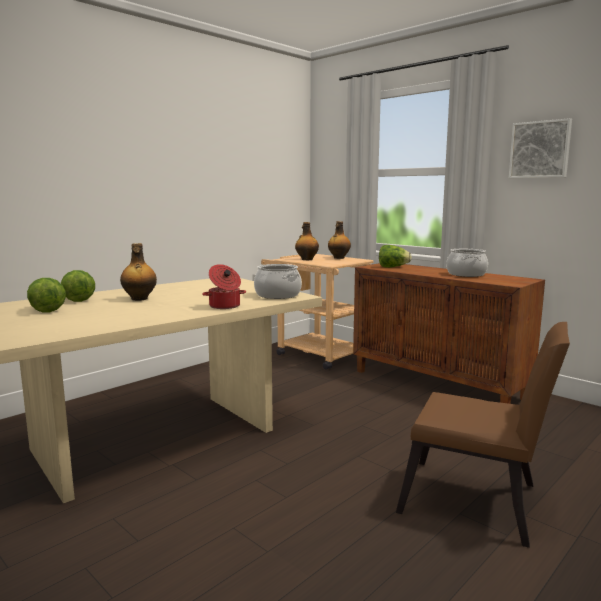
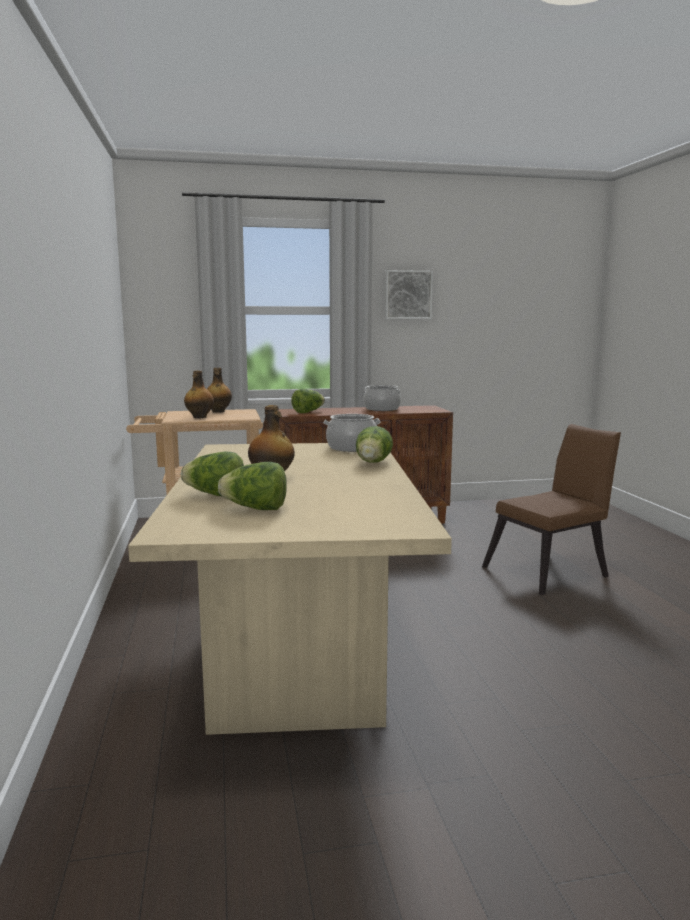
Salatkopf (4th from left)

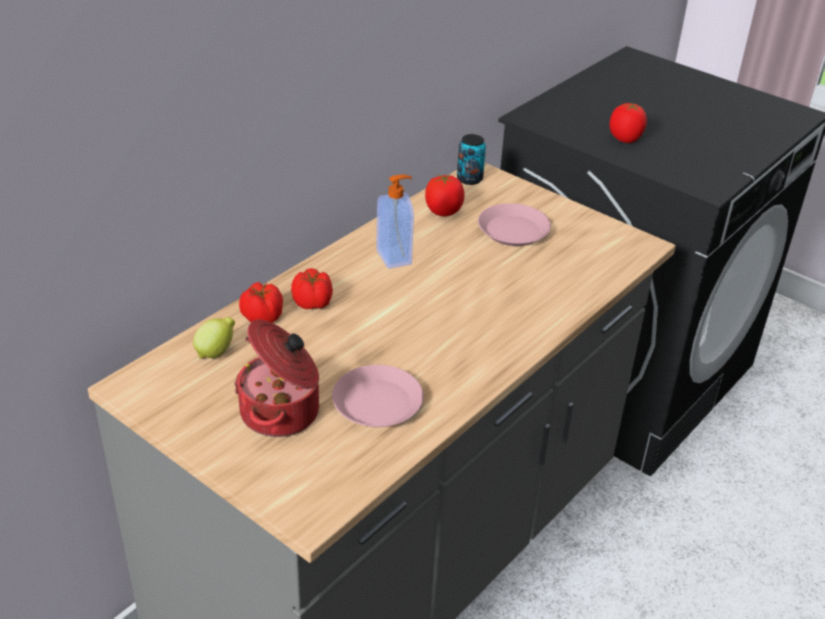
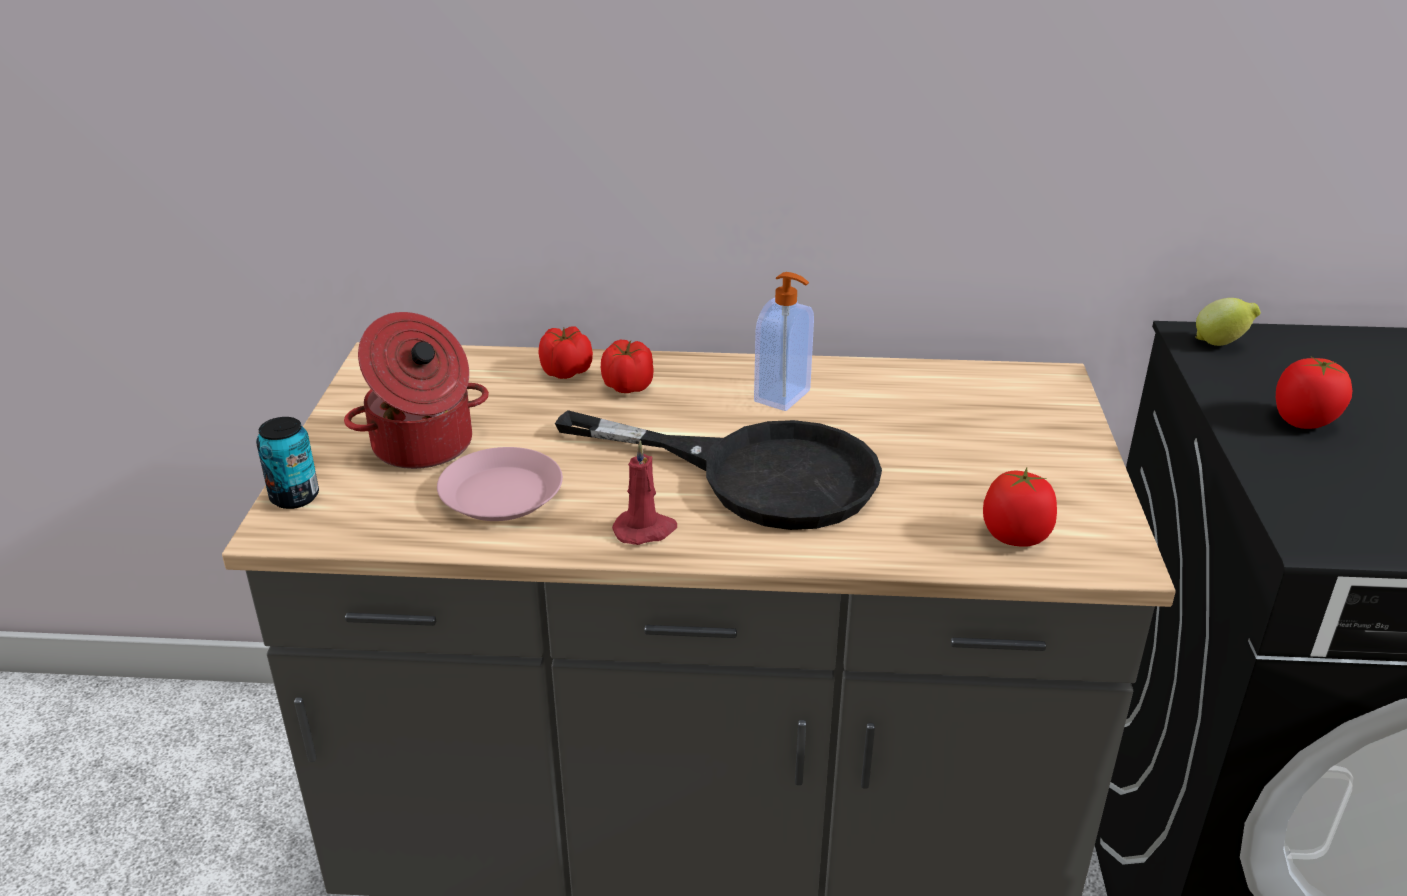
Teller (rosa) (2nd from left in the first image)
Pfanne (schwarz)
Kerze (rot)
Zitrone
Tomate (3rd from left)
Dose

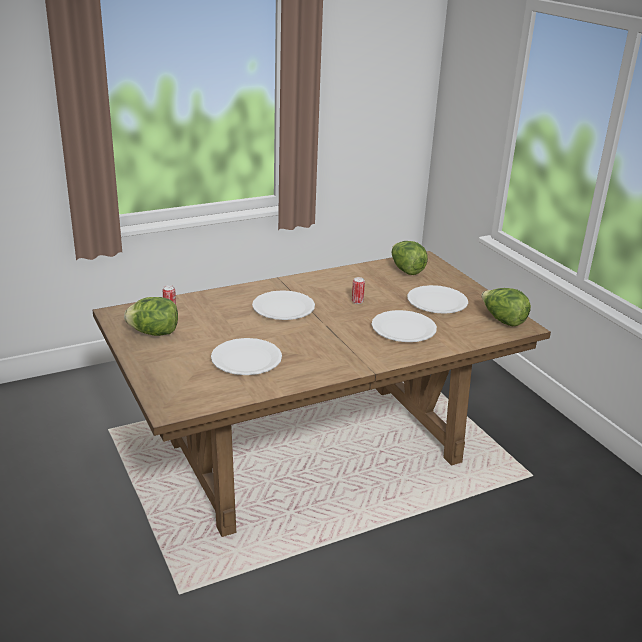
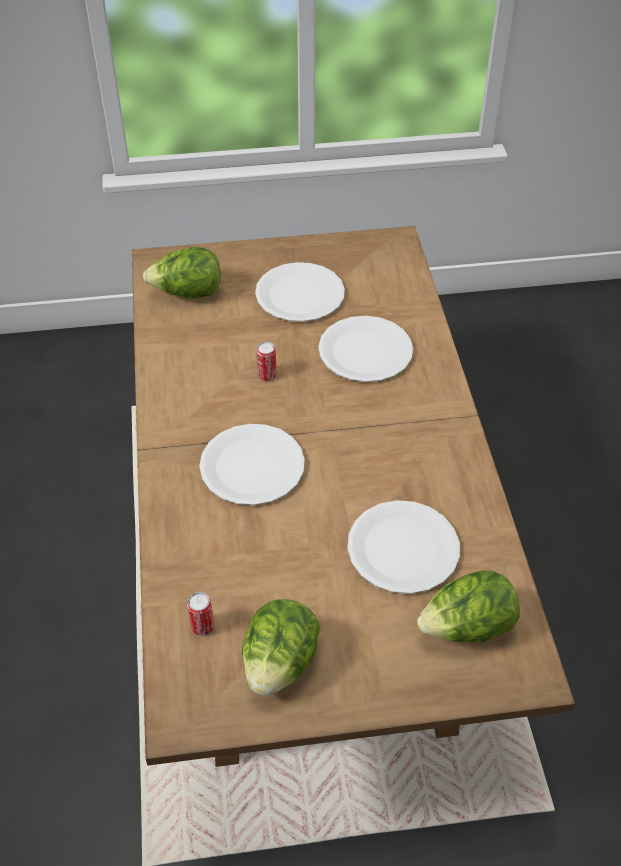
Salatkopf (3rd from left)

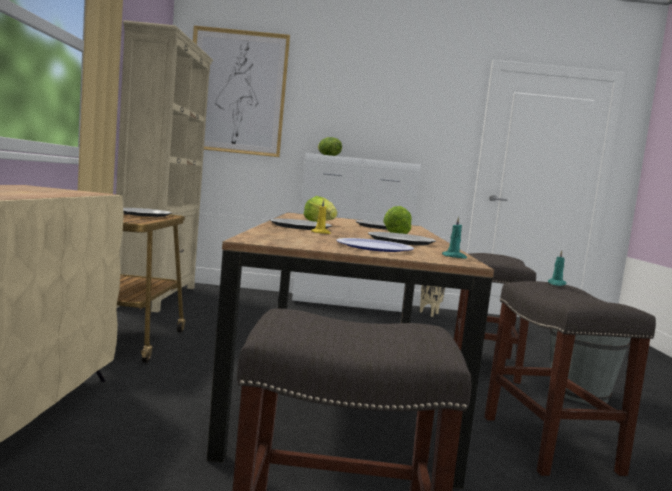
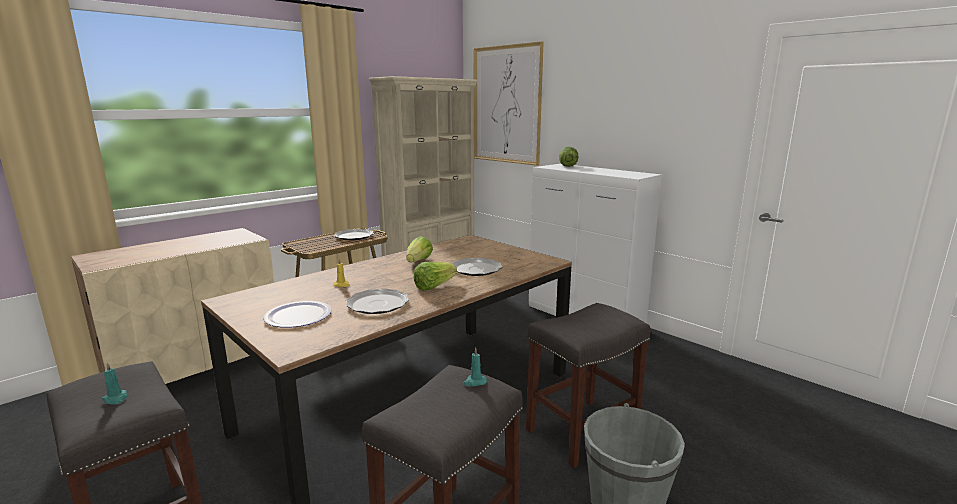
Teller (2nd from left in the first image)
Pflanzkübel (beige)
Kerze (türkis) (1st from left)

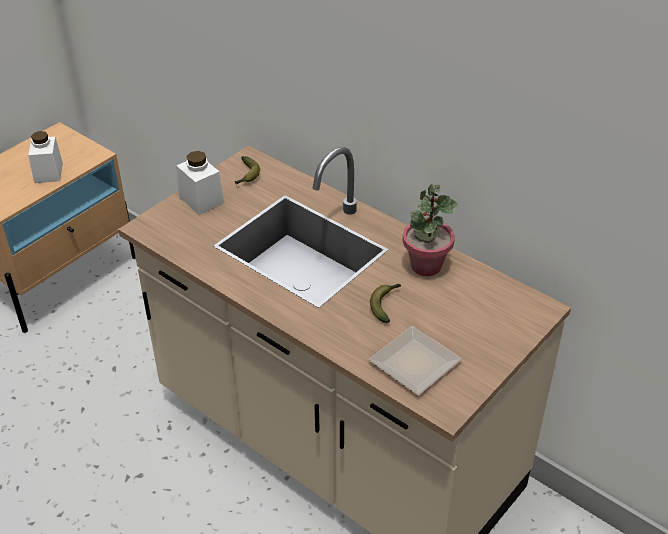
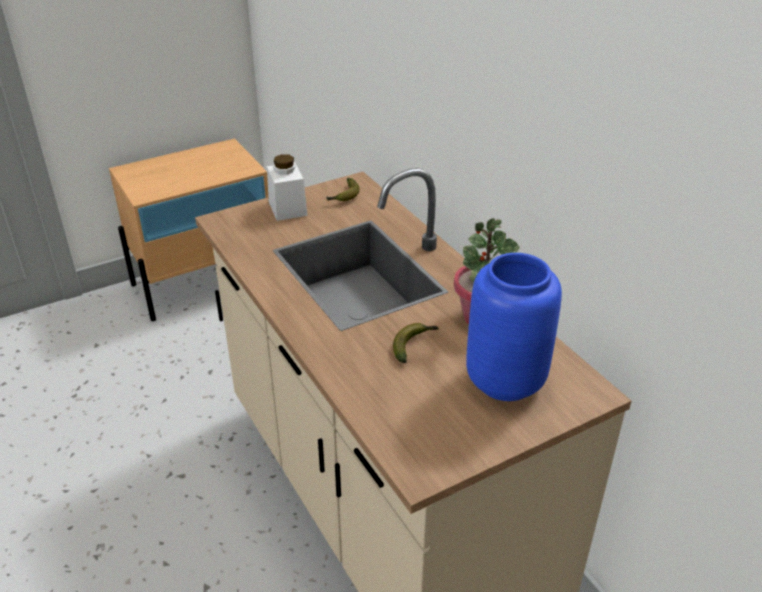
Vorratsglas (weiß) (1st from left in the first image)
Teller
Vase (blau)

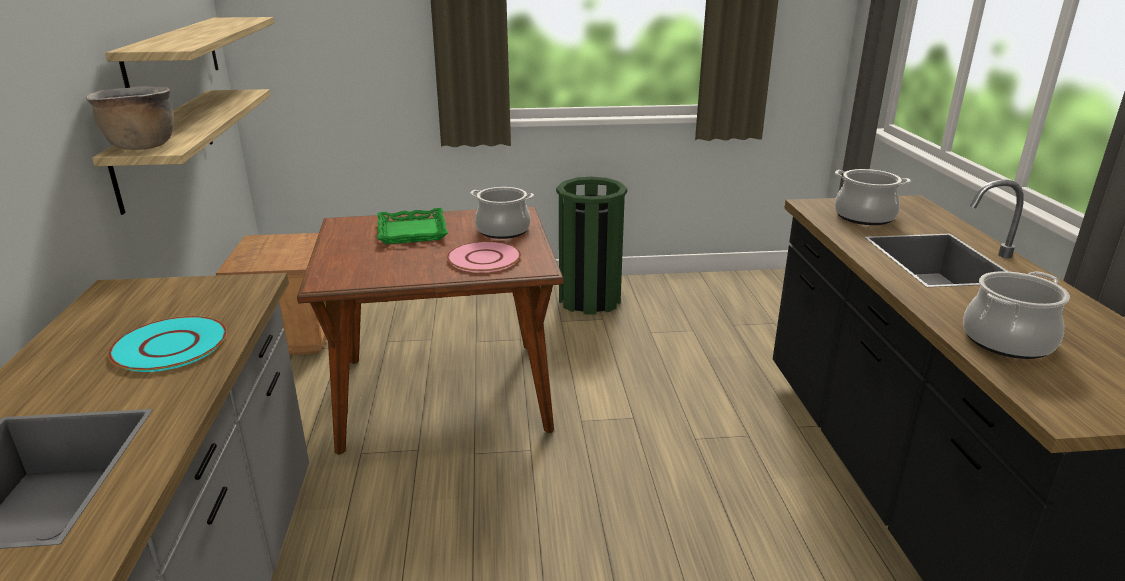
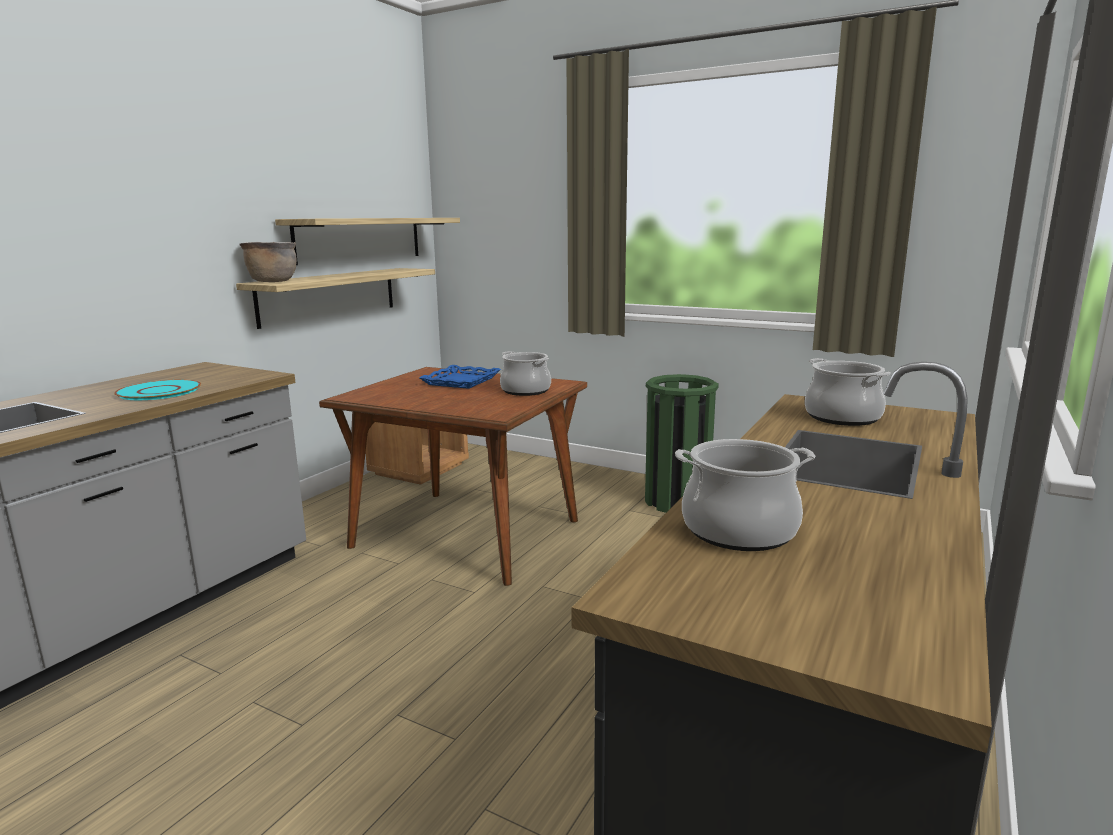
Teller (rosa)
Tablett (blau)

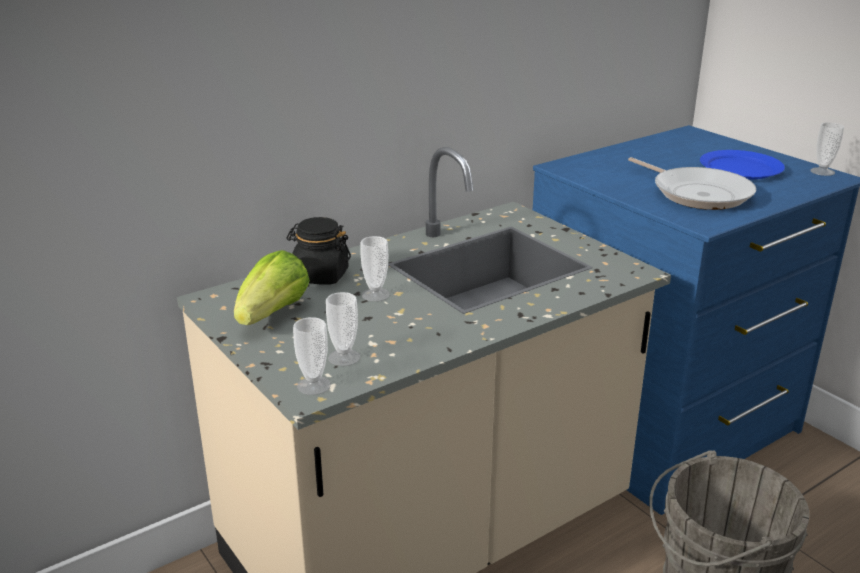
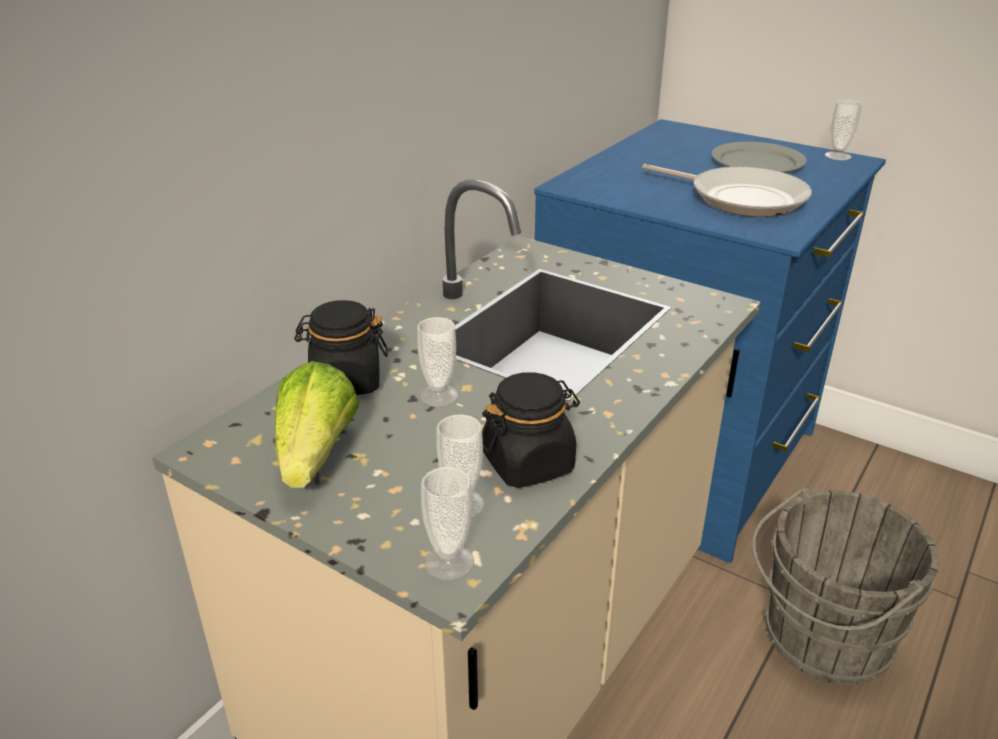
Vorratsglas (schwarz) (2nd from left)
Teller (grau)

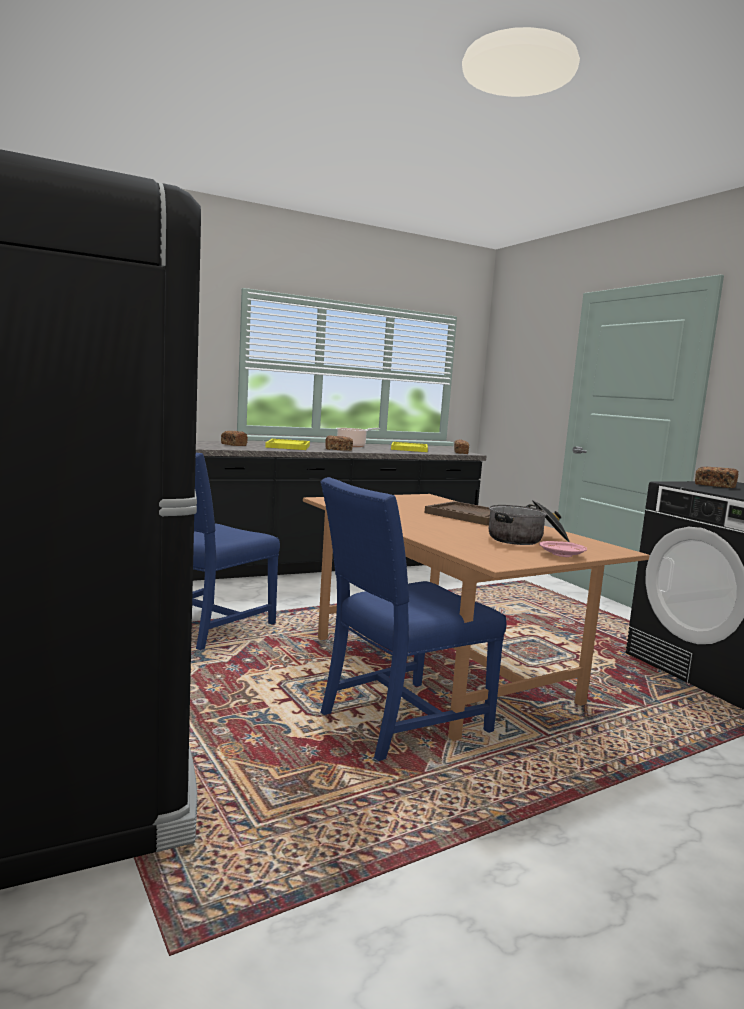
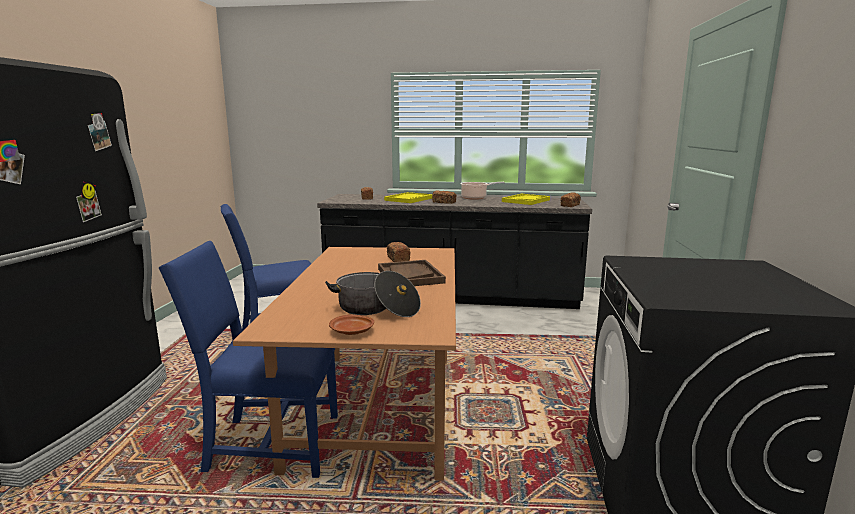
Brot (2nd from left)
Teller (braun)

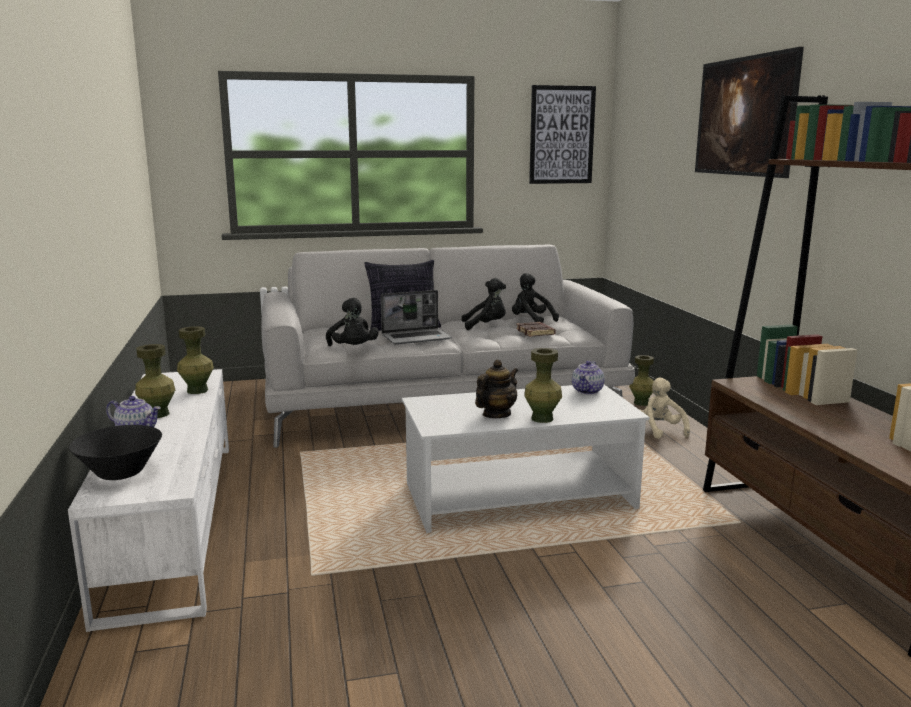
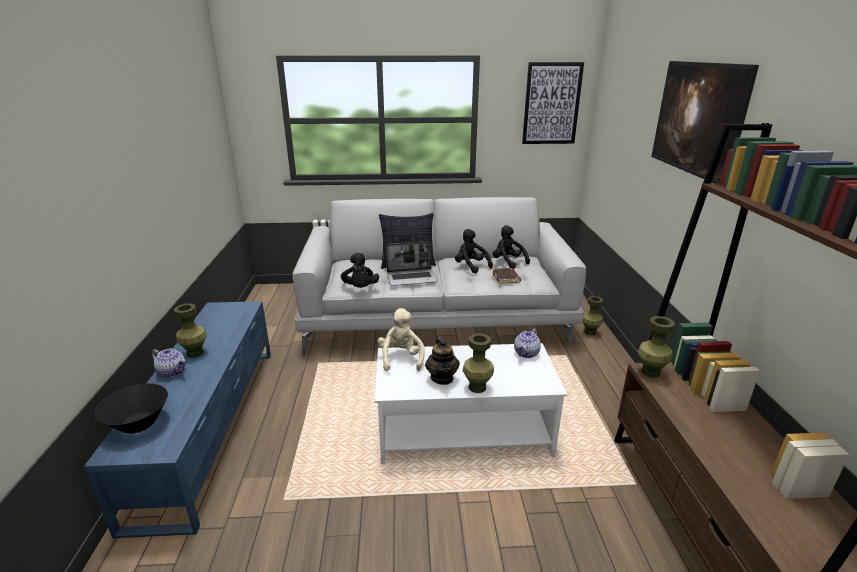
Vase (grün) (4th from left)
Plüschtier (beige)
Fernsehschrank (blau)
Plüschtier (schwarz) (2nd from left)
Teekanne (2nd from left)

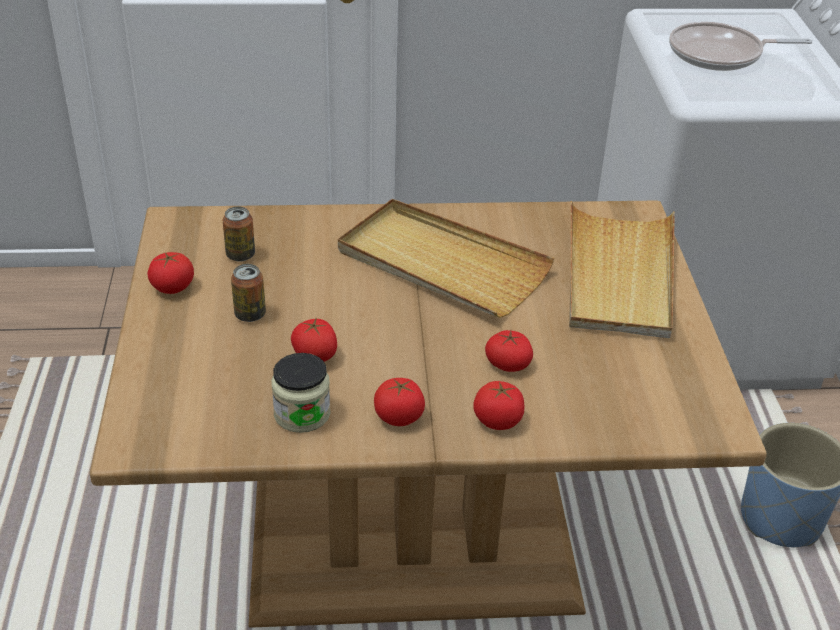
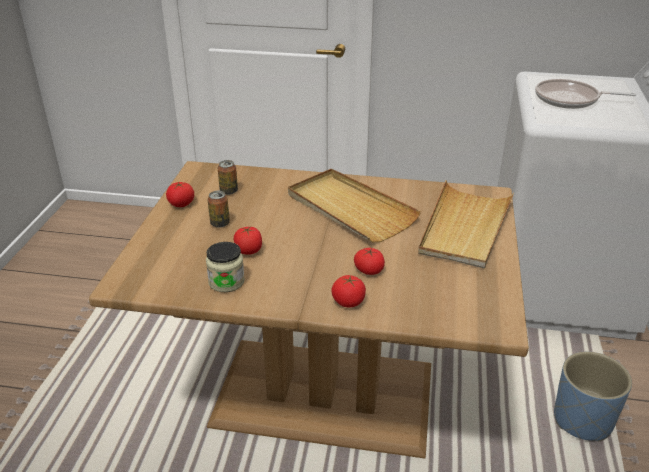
Tomate (3rd from left in the first image)

